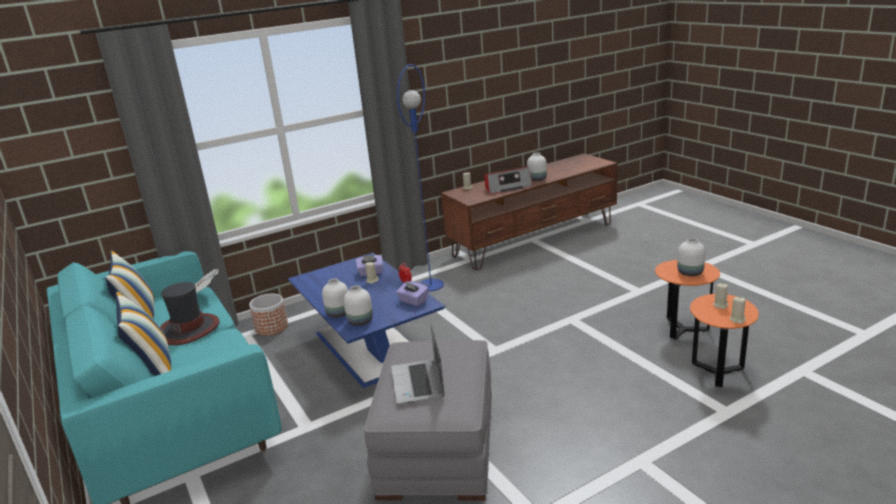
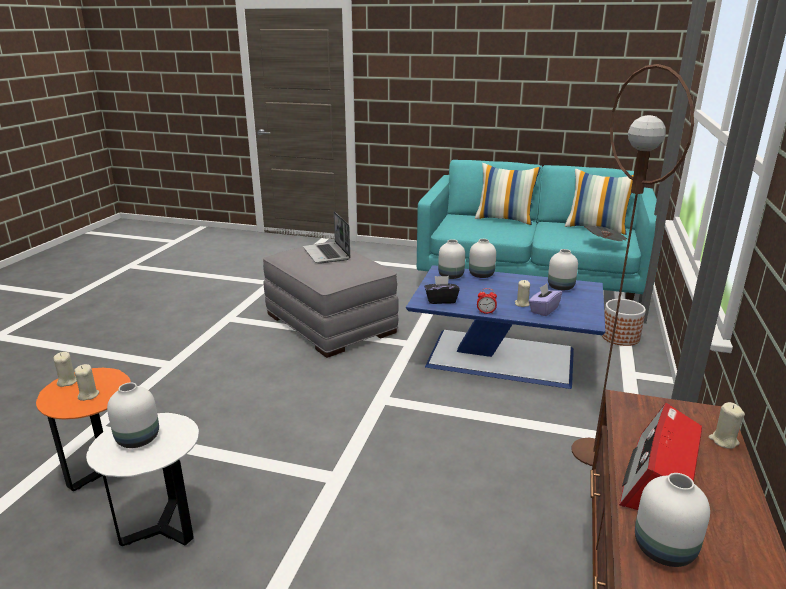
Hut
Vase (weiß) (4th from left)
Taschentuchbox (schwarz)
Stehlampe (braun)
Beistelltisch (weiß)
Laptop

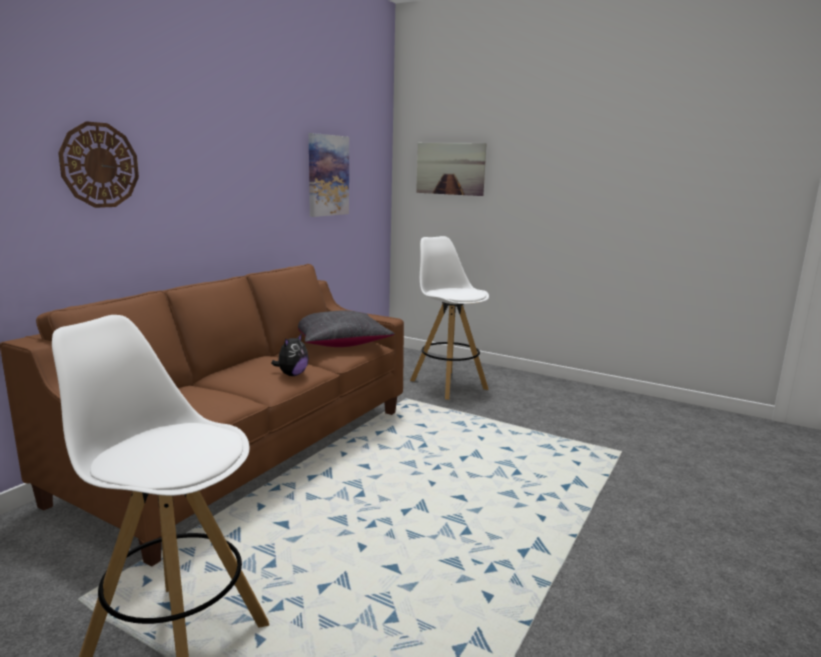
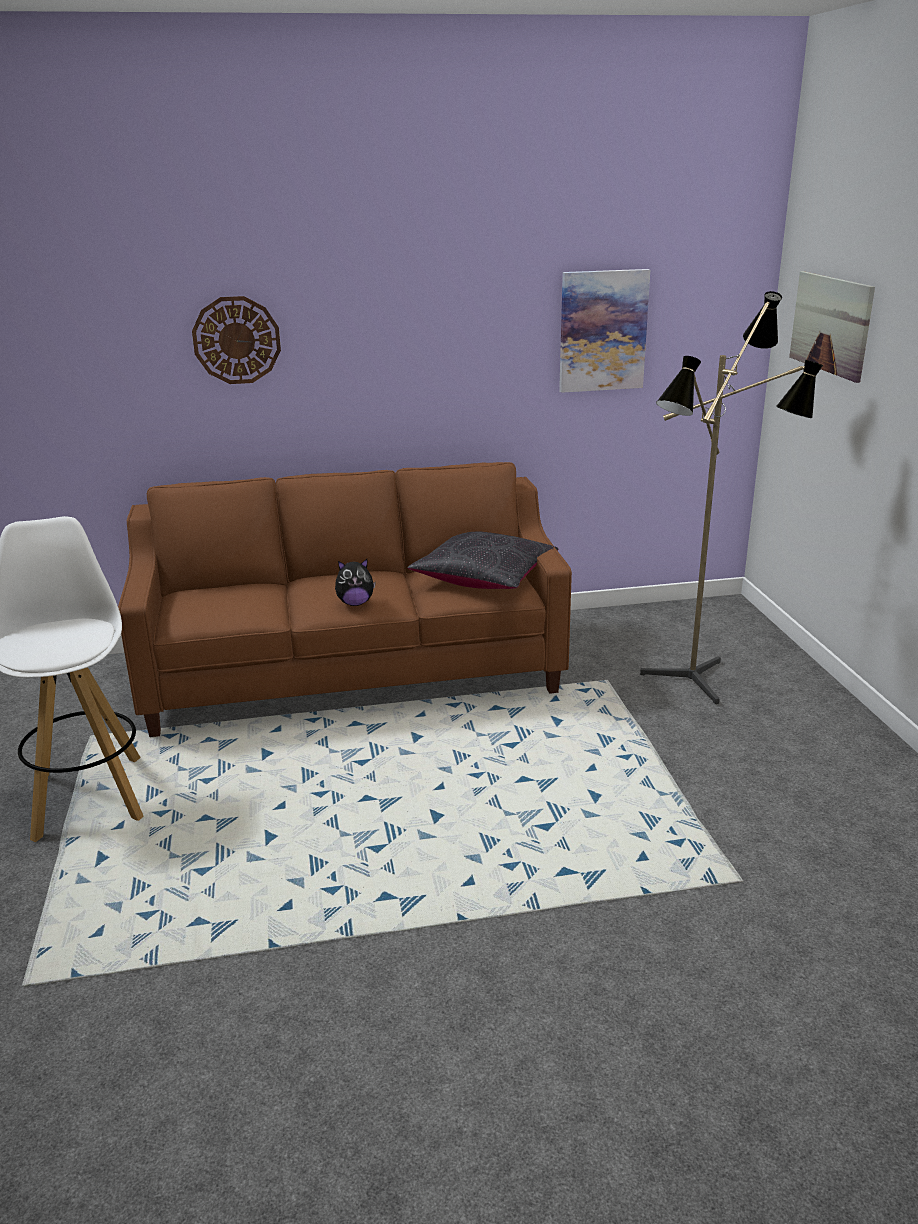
Stehlampe

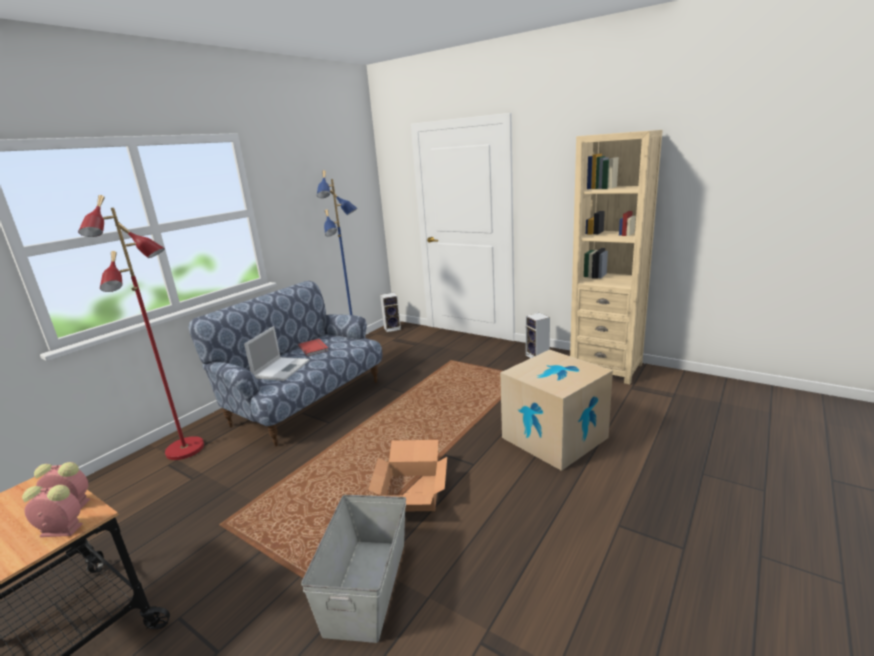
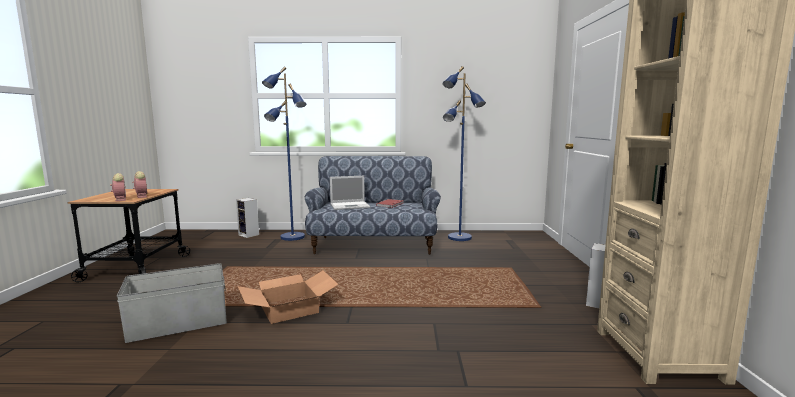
Karton (2nd from left in the first image)
Lautsprecher (1st from left)
Stehlampe (blau) (1st from left)

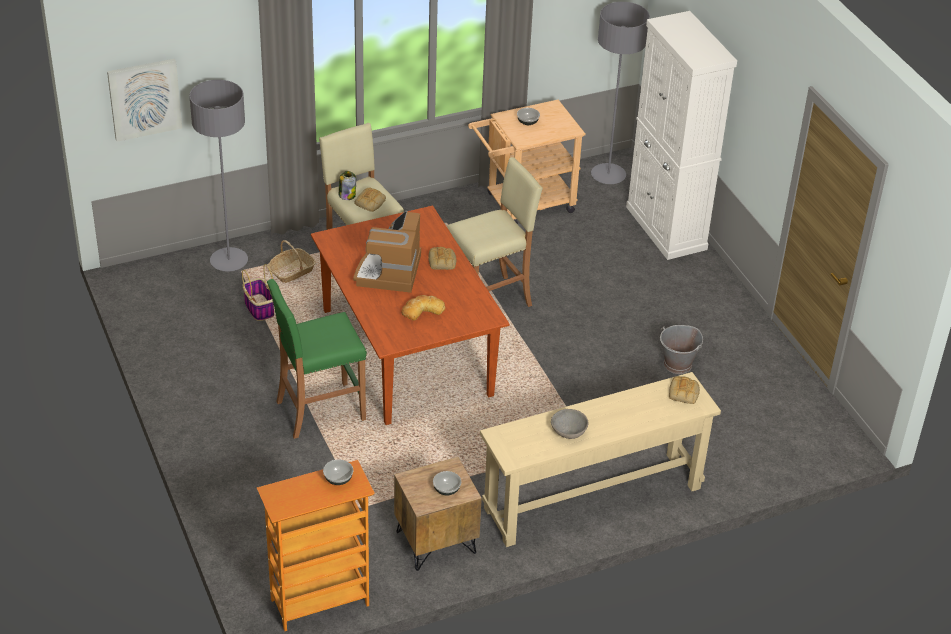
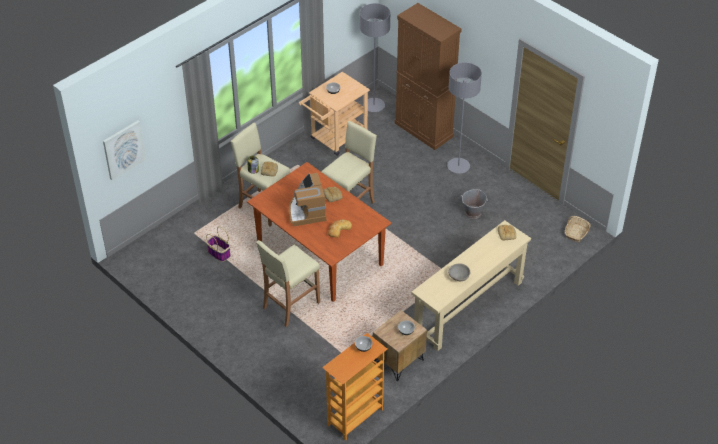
Stehlampe (grau) (2nd from left)
Korb (2nd from left)
Hocker (beige) (2nd from left)
Schrank (braun)

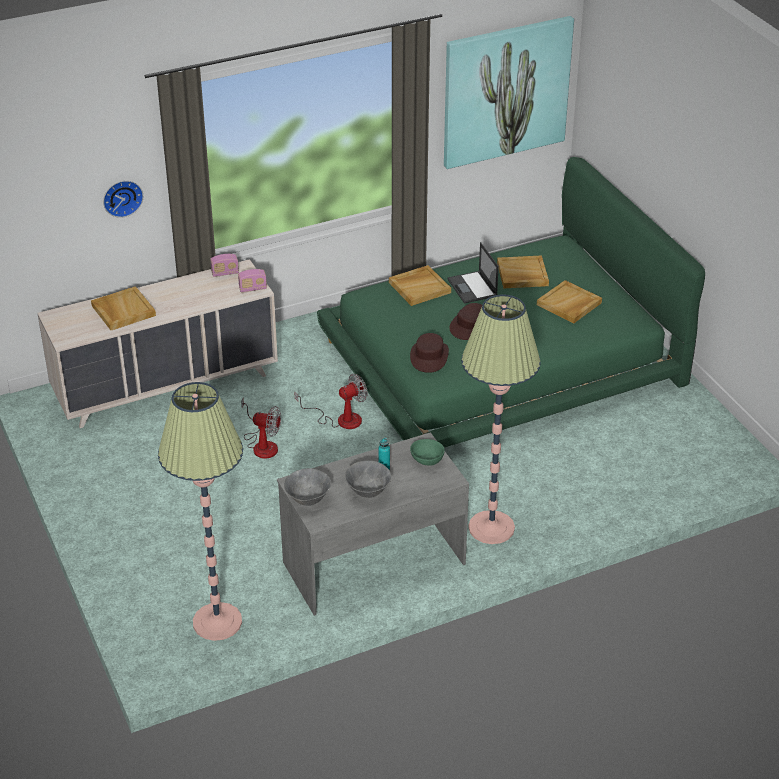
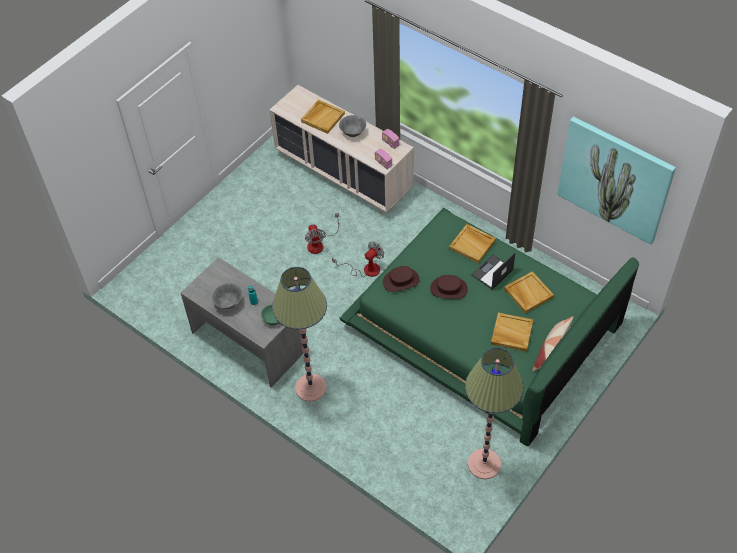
Wanduhr
Kissen
Stehlampe (2nd from left)
Schüssel (grau) (2nd from left)
Ventilator (2nd from left)

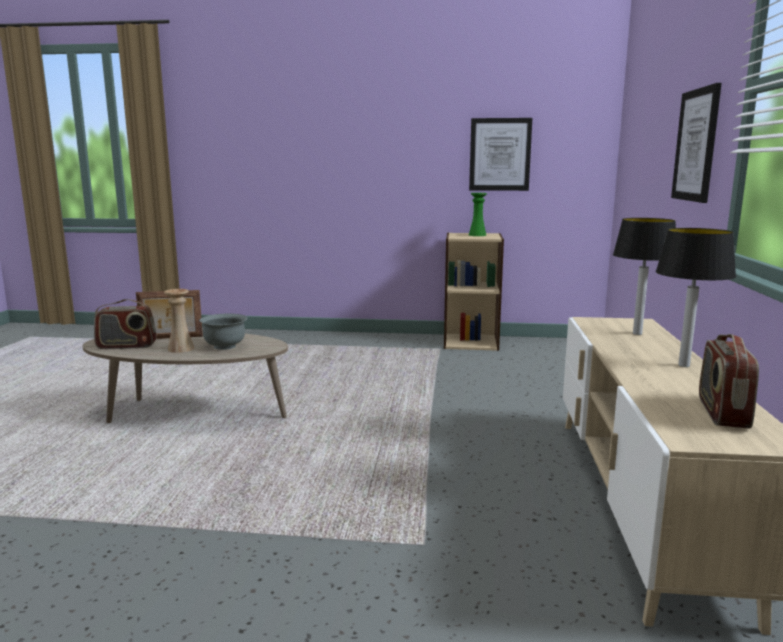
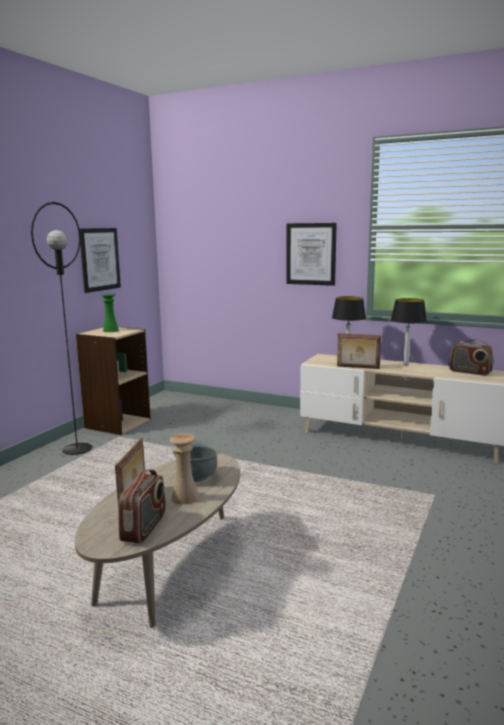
Stehlampe (schwarz)
Bilderrahmen (2nd from left)

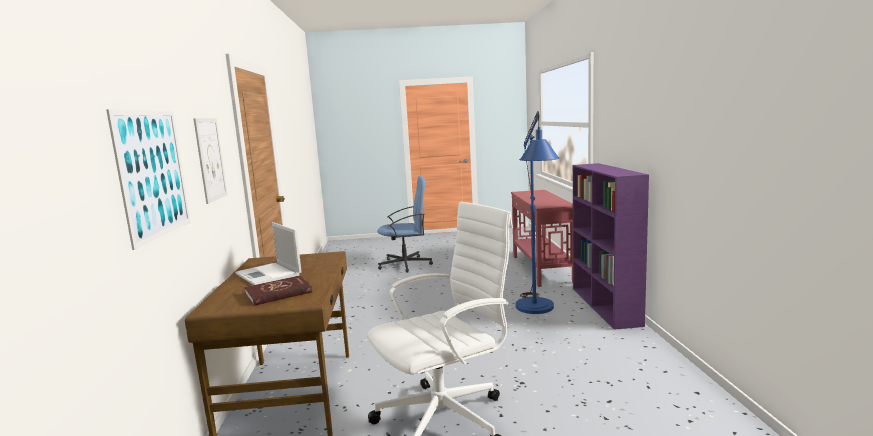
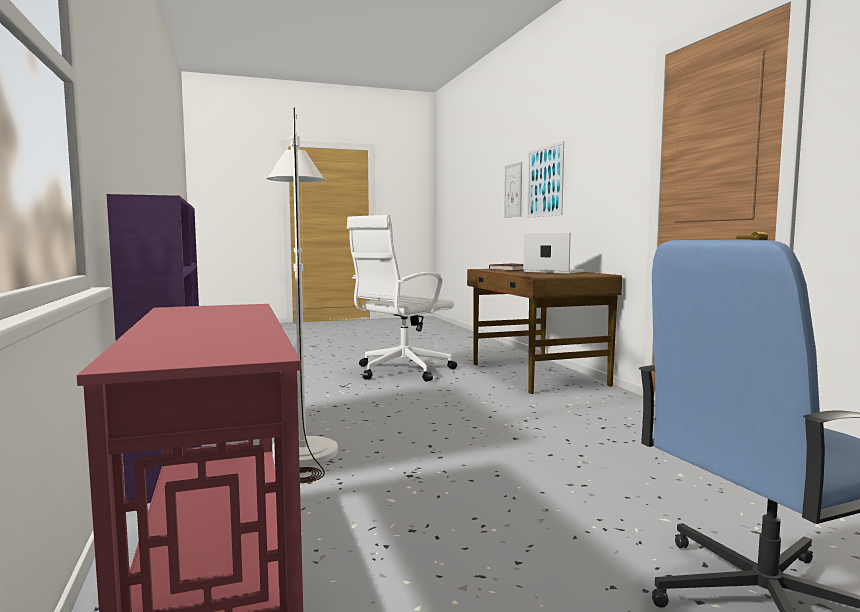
Bild (1st from left)
Stehlampe (weiß)

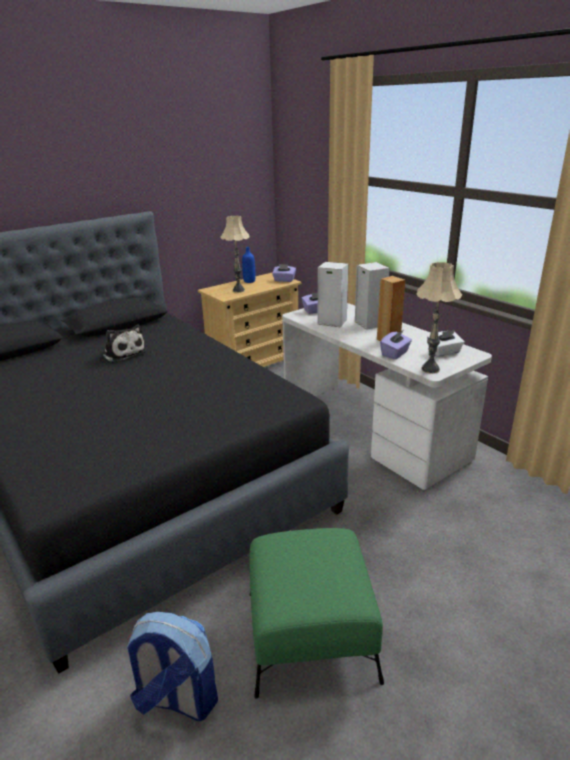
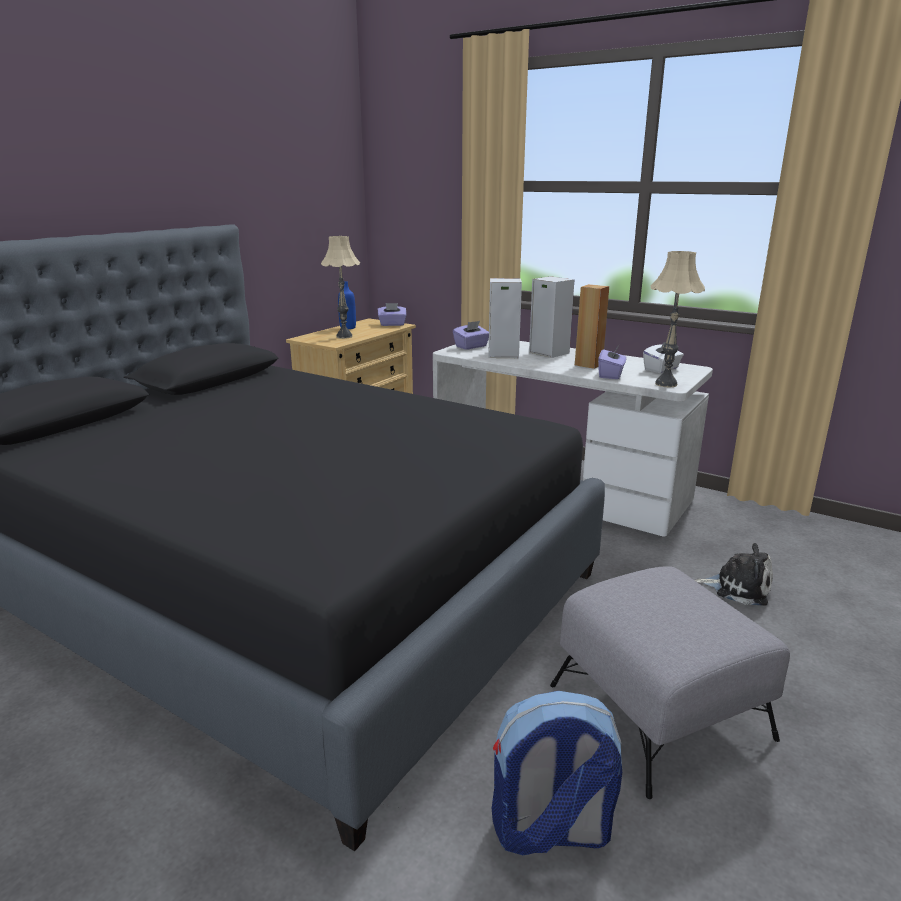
Plüschtier
Polsterhocker (grau)

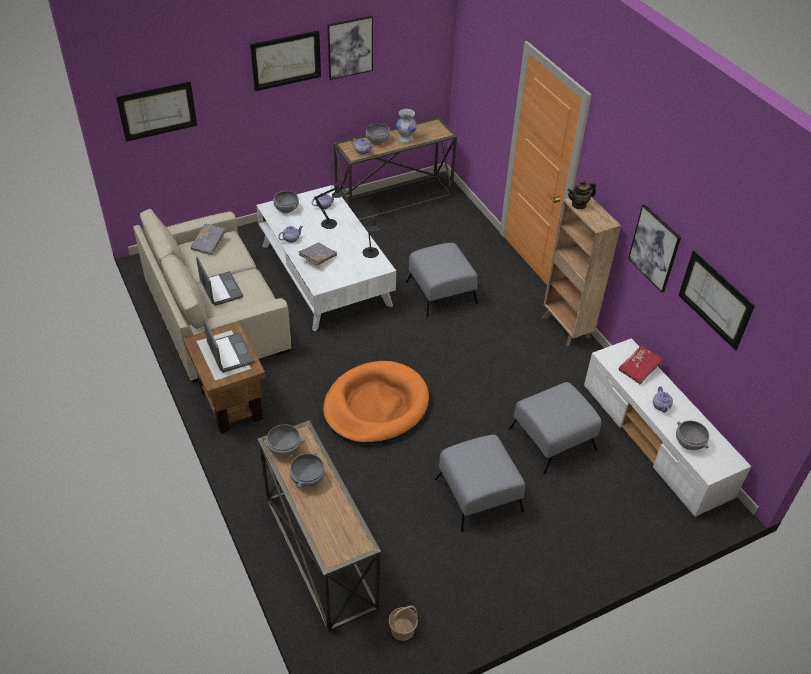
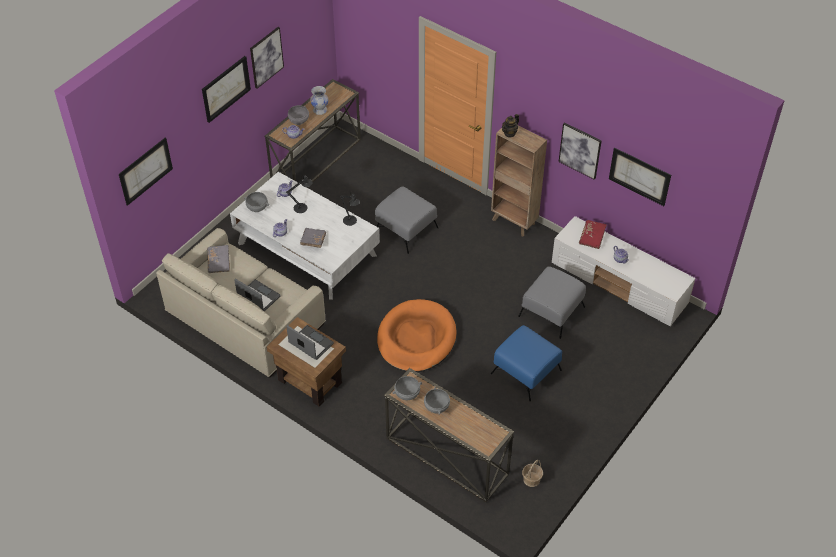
Schüssel (grau) (5th from left in the first image)
Polsterhocker (blau)

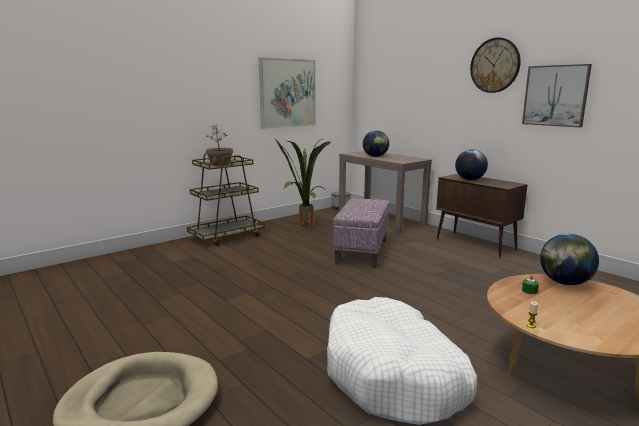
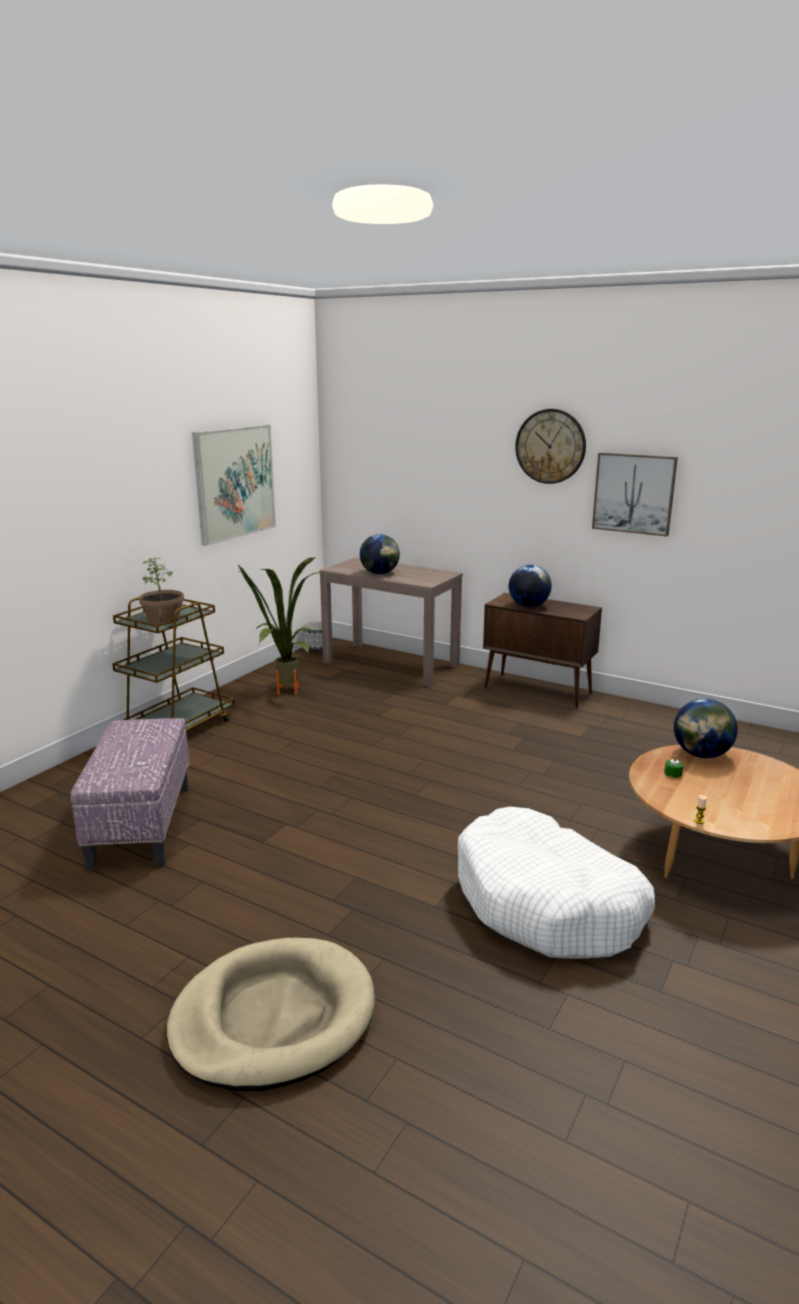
Polsterhocker

